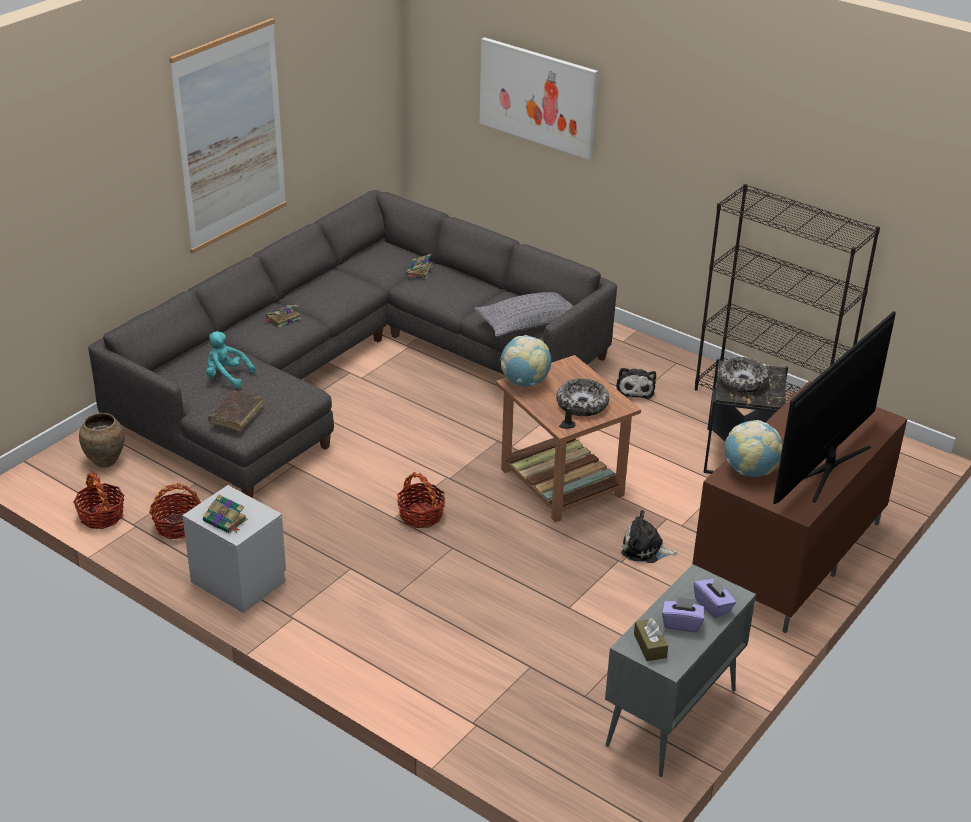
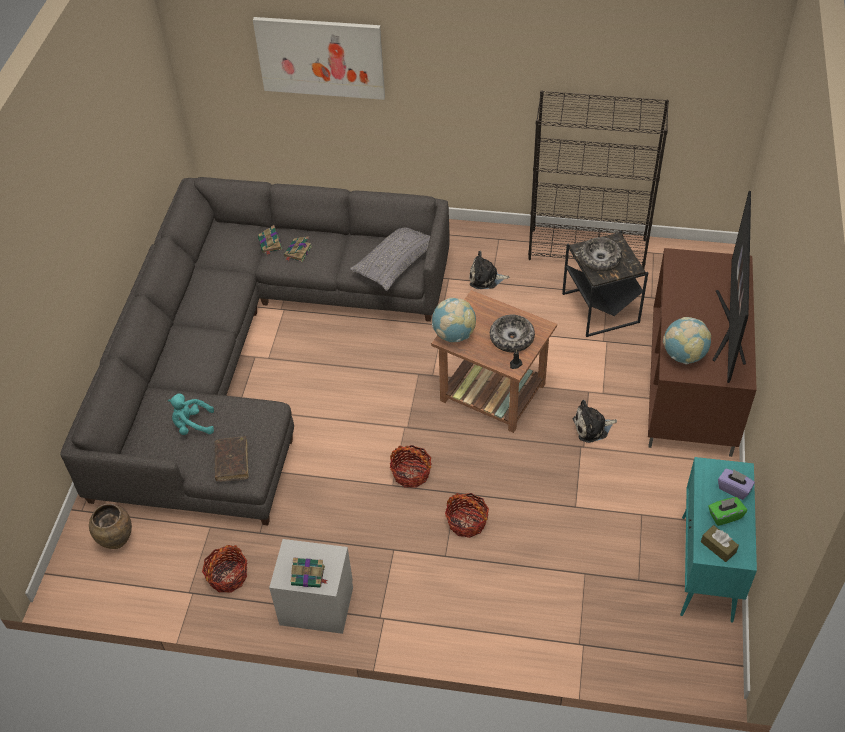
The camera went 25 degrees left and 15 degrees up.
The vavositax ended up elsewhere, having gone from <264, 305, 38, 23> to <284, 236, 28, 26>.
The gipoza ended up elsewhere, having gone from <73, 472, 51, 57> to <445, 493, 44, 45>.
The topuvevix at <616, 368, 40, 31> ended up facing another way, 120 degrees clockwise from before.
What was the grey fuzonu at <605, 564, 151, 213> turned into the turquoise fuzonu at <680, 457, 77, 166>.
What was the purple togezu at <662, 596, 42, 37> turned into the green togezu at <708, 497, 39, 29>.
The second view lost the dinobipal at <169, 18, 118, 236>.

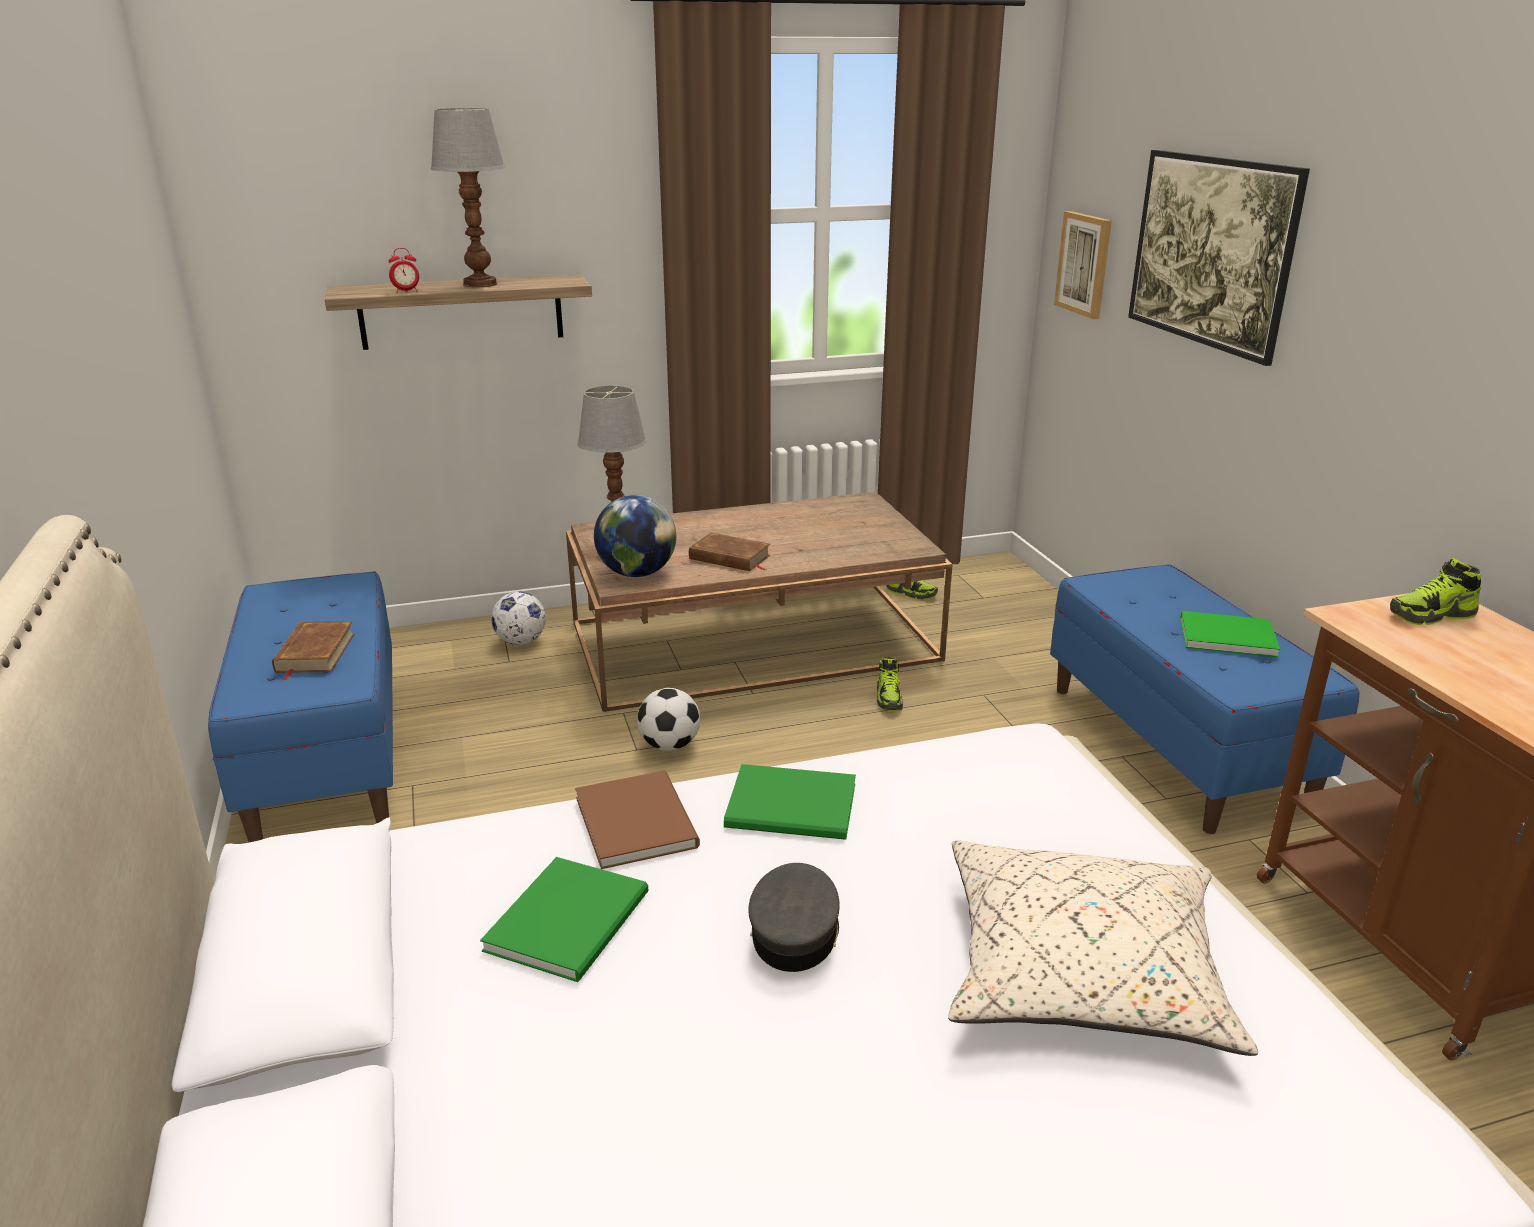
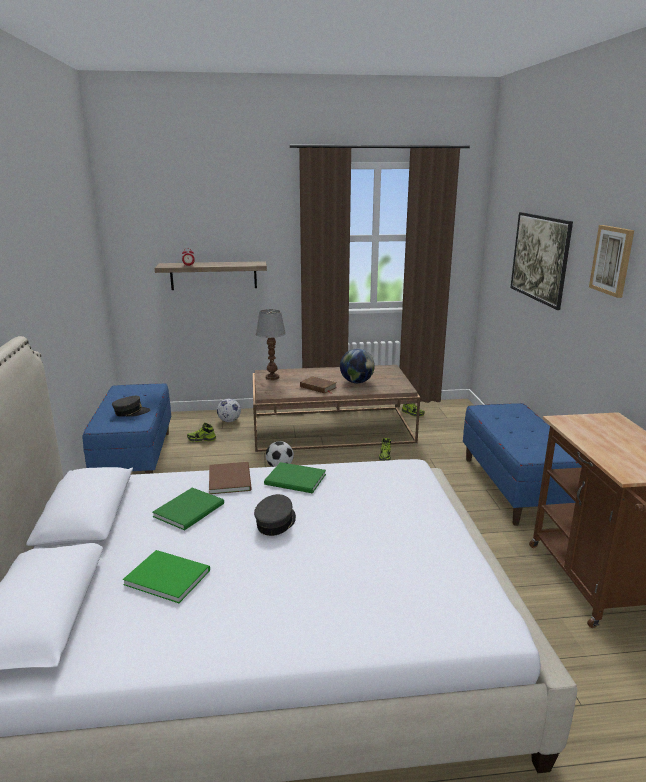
The camera went 10 degrees right and 5 degrees down.
Where the brown vavositax stood at <272, 621, 82, 60>, the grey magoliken came to stand at <112, 396, 38, 21>.
The green vavositax ended up elsewhere, having gone from <1180, 611, 100, 46> to <123, 550, 87, 53>.
The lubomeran ended up elsewhere, having gone from <1390, 557, 91, 68> to <187, 423, 29, 19>.
The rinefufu ended up elsewhere, having gone from <594, 495, 82, 82> to <340, 349, 35, 34>.
The dinobipal ended up elsewhere, having gone from <1054, 211, 58, 108> to <589, 225, 45, 73>.
The second view lost the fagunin at <431, 108, 74, 180>.
The second view lost the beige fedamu at <948, 841, 310, 215>.

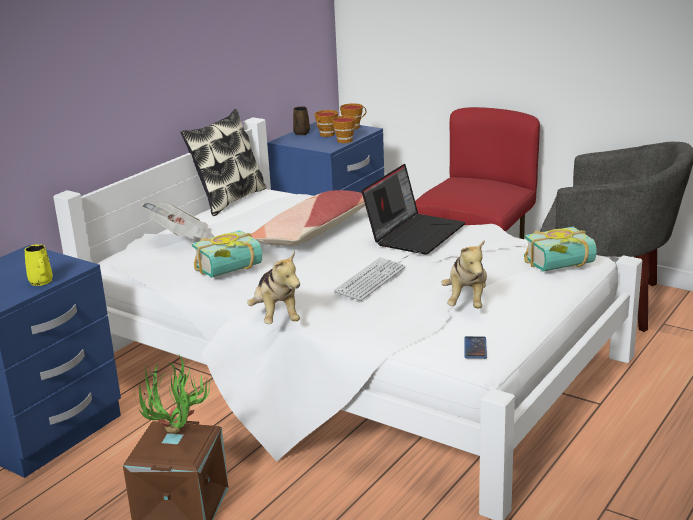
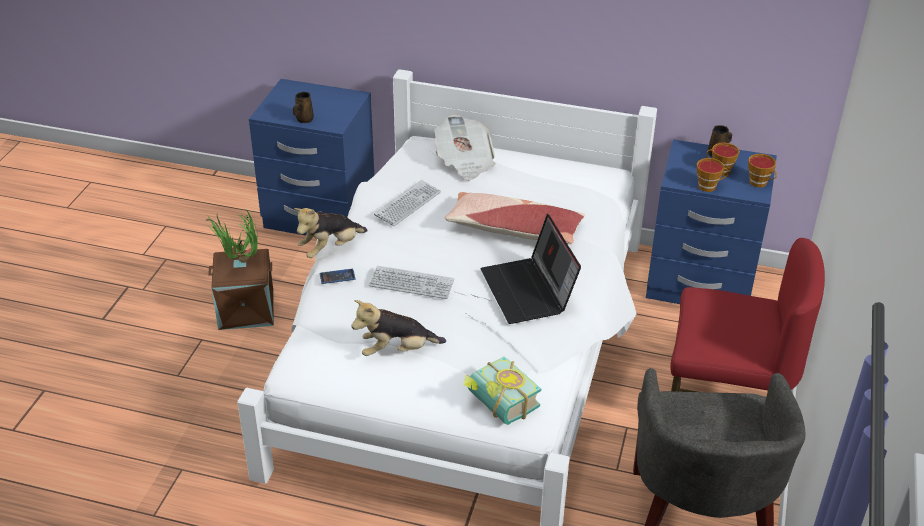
The camera went 70 degrees right and 15 degrees up.
What was the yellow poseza at <24, 245, 29, 41> turned into the brown poseza at <293, 92, 21, 31>.
The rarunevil ended up elsewhere, having gone from <464, 336, 23, 23> to <320, 269, 36, 15>.
Where the vavositax stood at <192, 230, 70, 48>, the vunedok came to stand at <374, 180, 67, 46>.
The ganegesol at <362, 164, 104, 90> ended up facing another way, 60 degrees clockwise from before.
The second view lost the fedamu at <180, 109, 87, 107>.

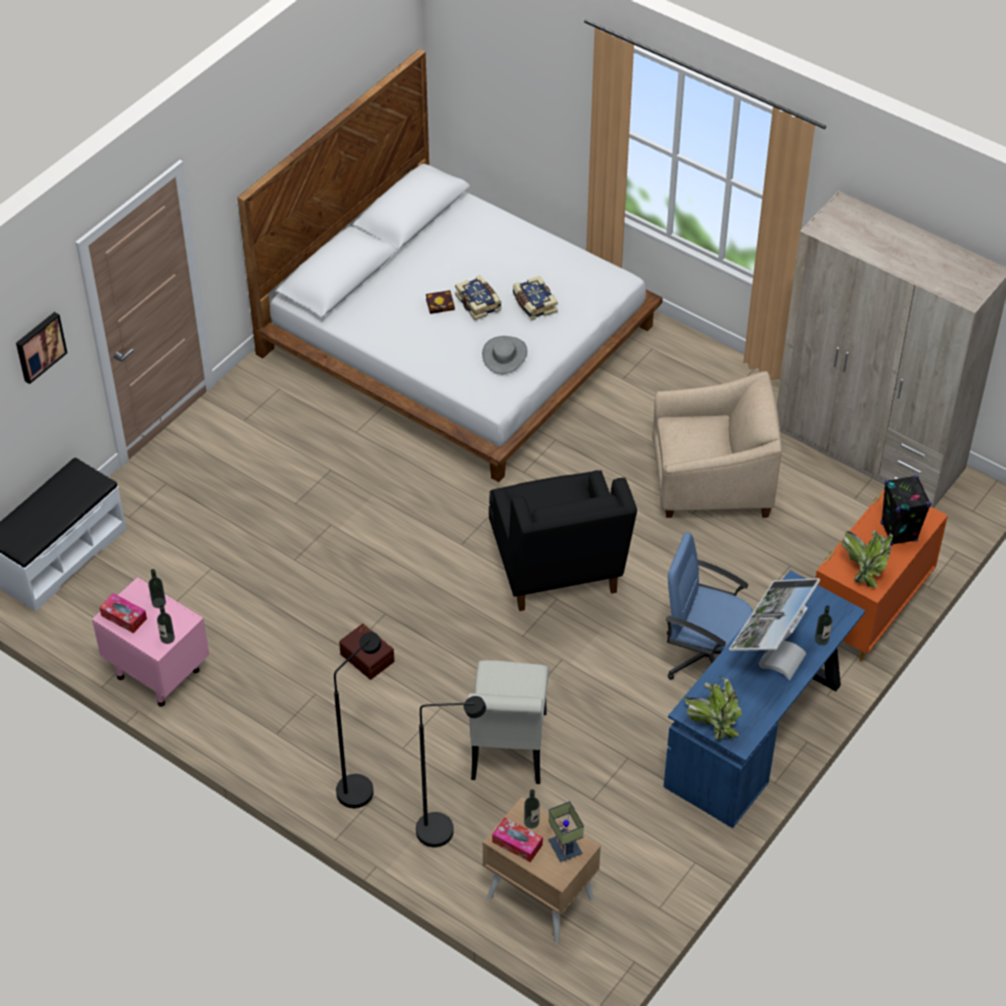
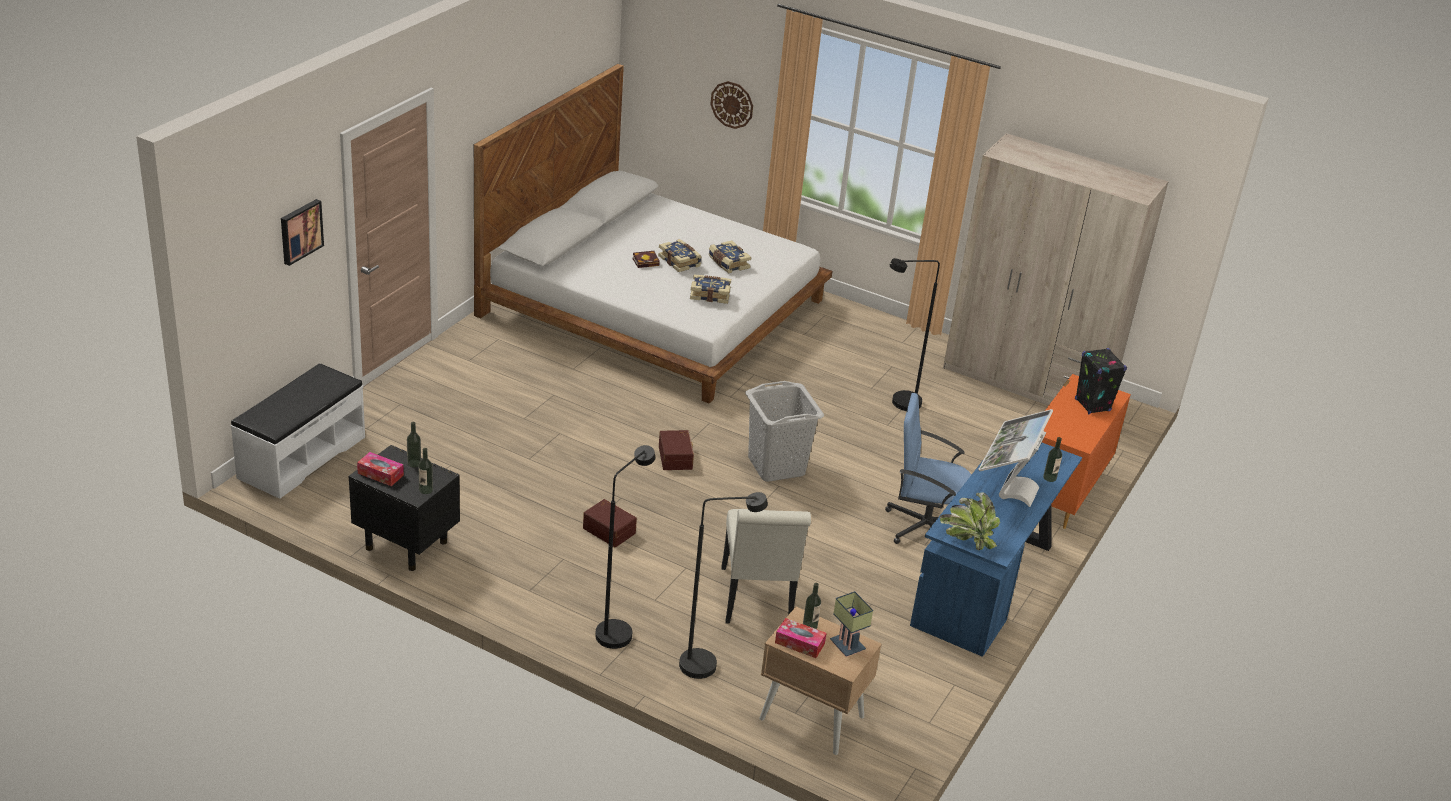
The camera went 10 degrees left and 15 degrees down.
What was the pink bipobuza at <92, 577, 117, 130> turned into the black bipobuza at <348, 445, 112, 126>.
The second view gained the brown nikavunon at <659, 430, 35, 40>.
Where the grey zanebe stood at <482, 336, 45, 38>, the vavositax came to stand at <690, 275, 41, 29>.
The second view gained the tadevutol at <710, 81, 43, 48>.
Where the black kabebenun stood at <489, 470, 148, 141>, the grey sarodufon came to stand at <745, 381, 79, 101>.
Where the beige kabebenun stood at <652, 371, 130, 147>, the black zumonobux came to stand at <890, 258, 50, 153>.
The second view lost the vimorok at <841, 530, 52, 58>.

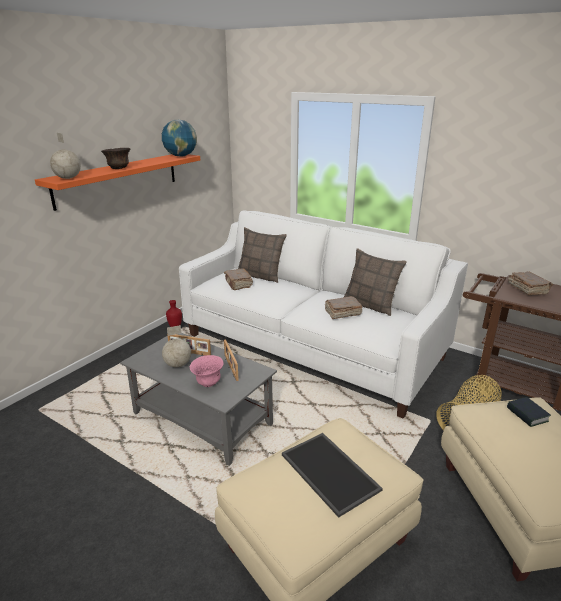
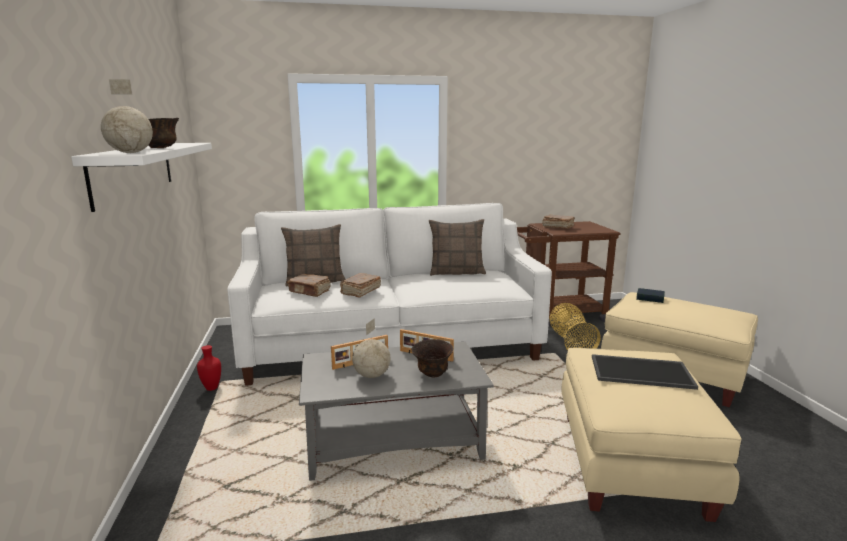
The camera went 45 degrees left and 10 degrees down.
What was the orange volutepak at <35, 154, 165, 57> turned into the white volutepak at <71, 143, 141, 69>.
The brown vavositax ended up elsewhere, having gone from <325, 296, 37, 23> to <340, 273, 41, 25>.
What was the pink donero at <190, 355, 33, 32> turned into the brown donero at <411, 339, 42, 39>.
The second view lost the rinefufu at <162, 120, 35, 36>.

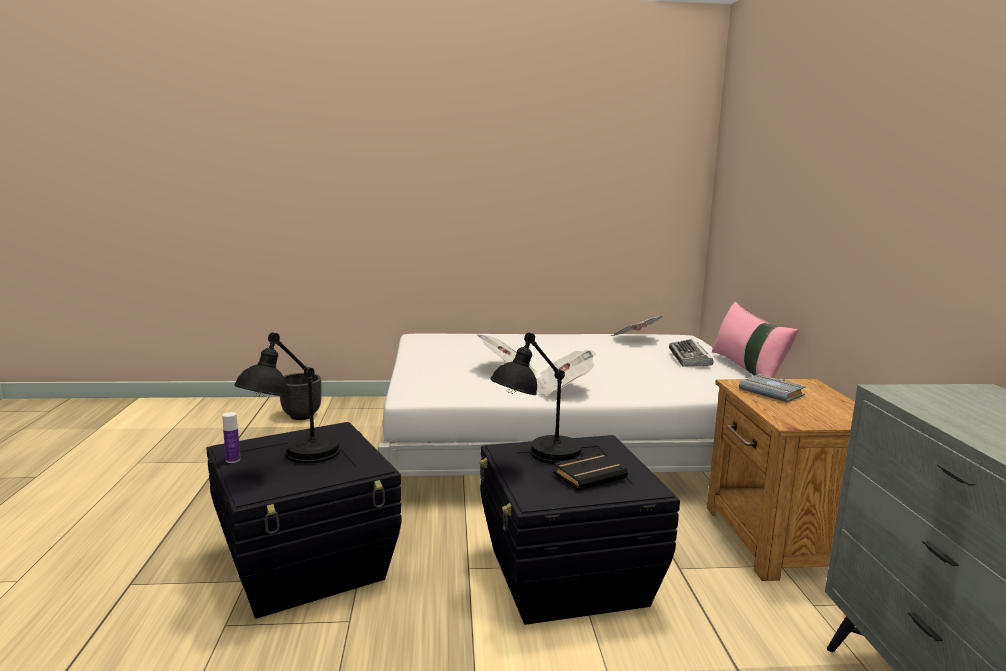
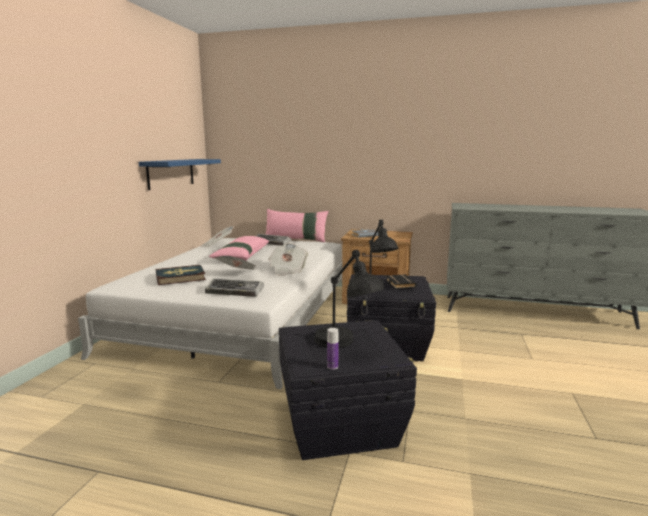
The camera went 70 degrees left and 0 degrees up.
The second view gained the blue volutepak at <139, 159, 82, 31>.
The second view gained the vavositax at <156, 265, 50, 20>.
The second view gained the vunedok at <205, 278, 59, 19>.
The second view gained the pink fedamu at <209, 236, 60, 25>.
The second view lost the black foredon at <280, 373, 42, 47>.

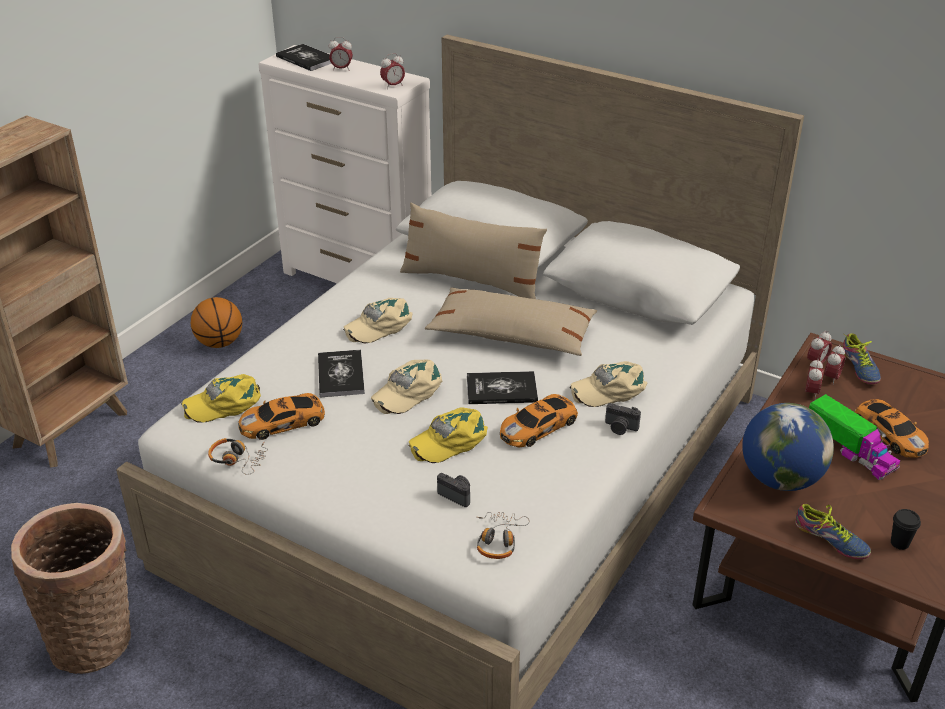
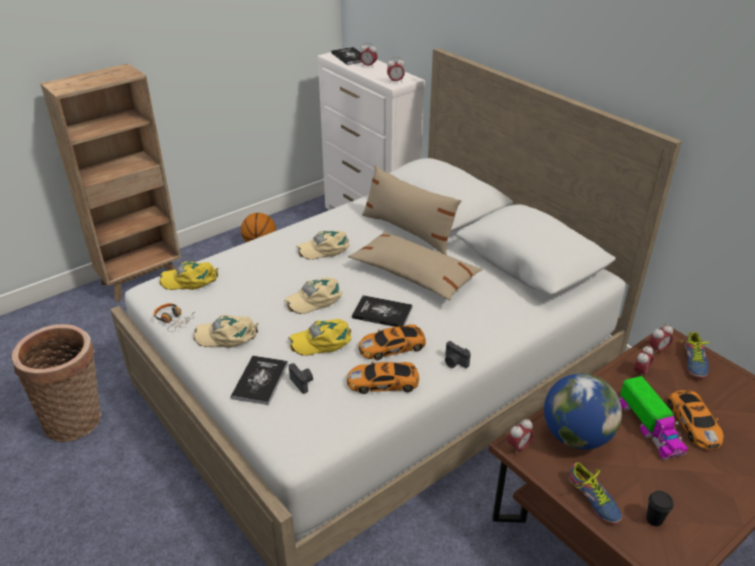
The camera went 20 degrees right and 0 degrees up.
The beige magoliken ended up elsewhere, having gone from <570, 361, 77, 46> to <194, 315, 64, 33>.
The vavositax ended up elsewhere, having gone from <318, 350, 47, 48> to <231, 356, 57, 49>.
The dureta ended up elsewhere, having gone from <238, 393, 87, 47> to <347, 361, 72, 33>.
The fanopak ended up elsewhere, having gone from <824, 345, 21, 40> to <508, 419, 25, 35>.
The second view lost the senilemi at <476, 512, 54, 47>.

